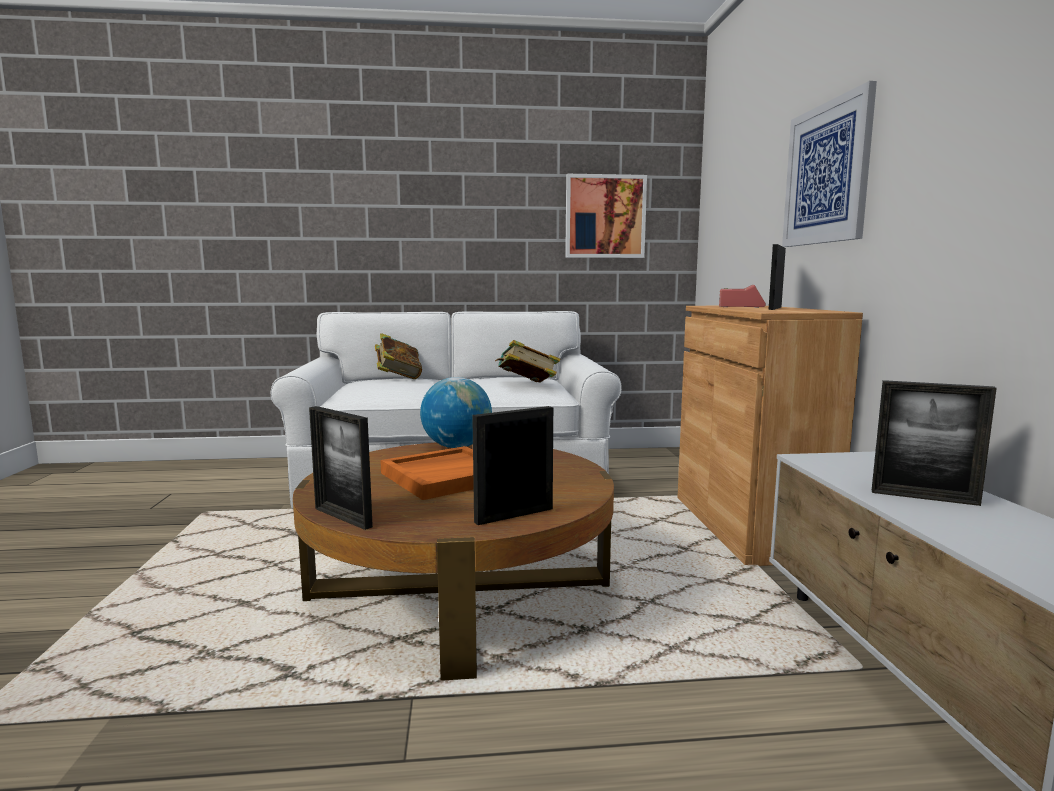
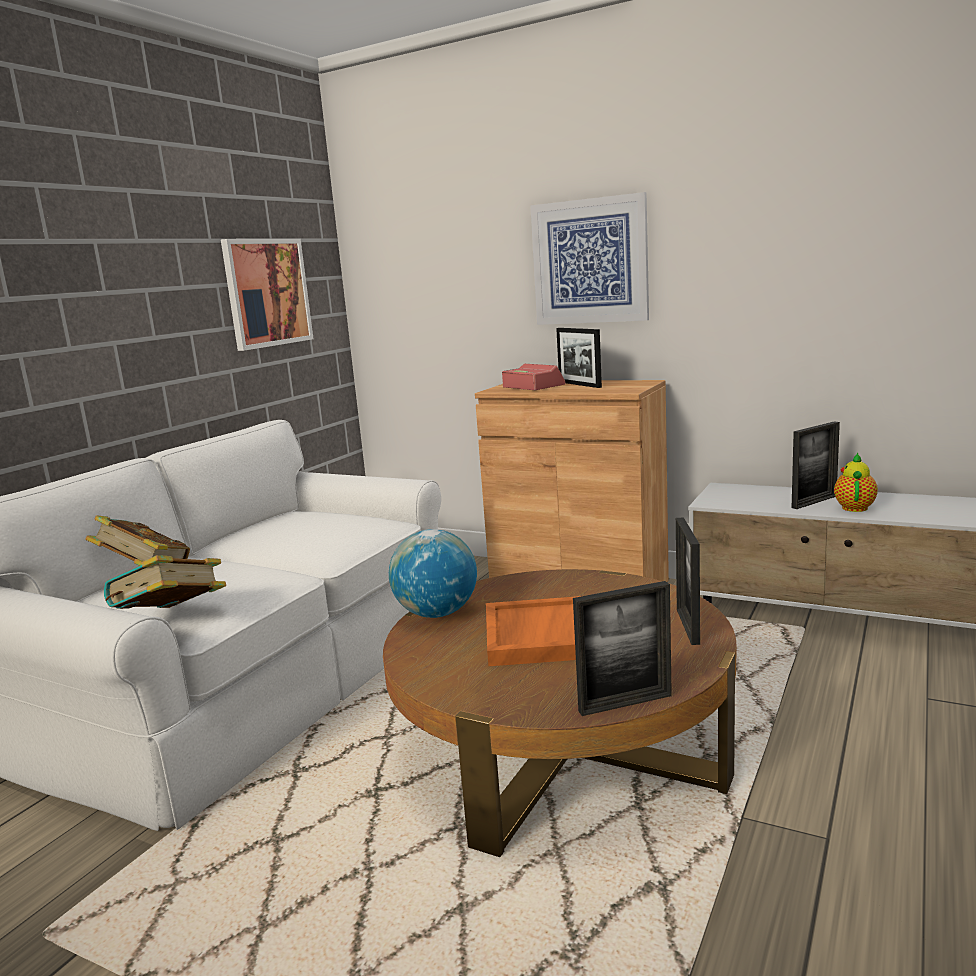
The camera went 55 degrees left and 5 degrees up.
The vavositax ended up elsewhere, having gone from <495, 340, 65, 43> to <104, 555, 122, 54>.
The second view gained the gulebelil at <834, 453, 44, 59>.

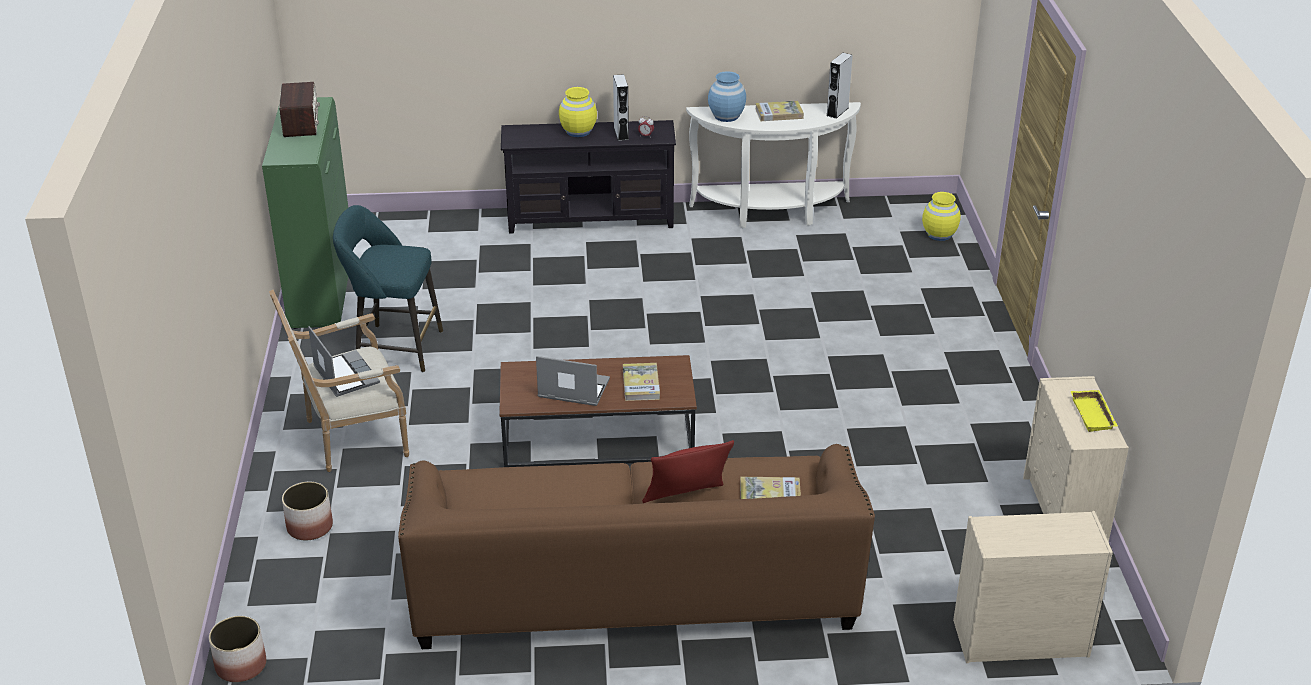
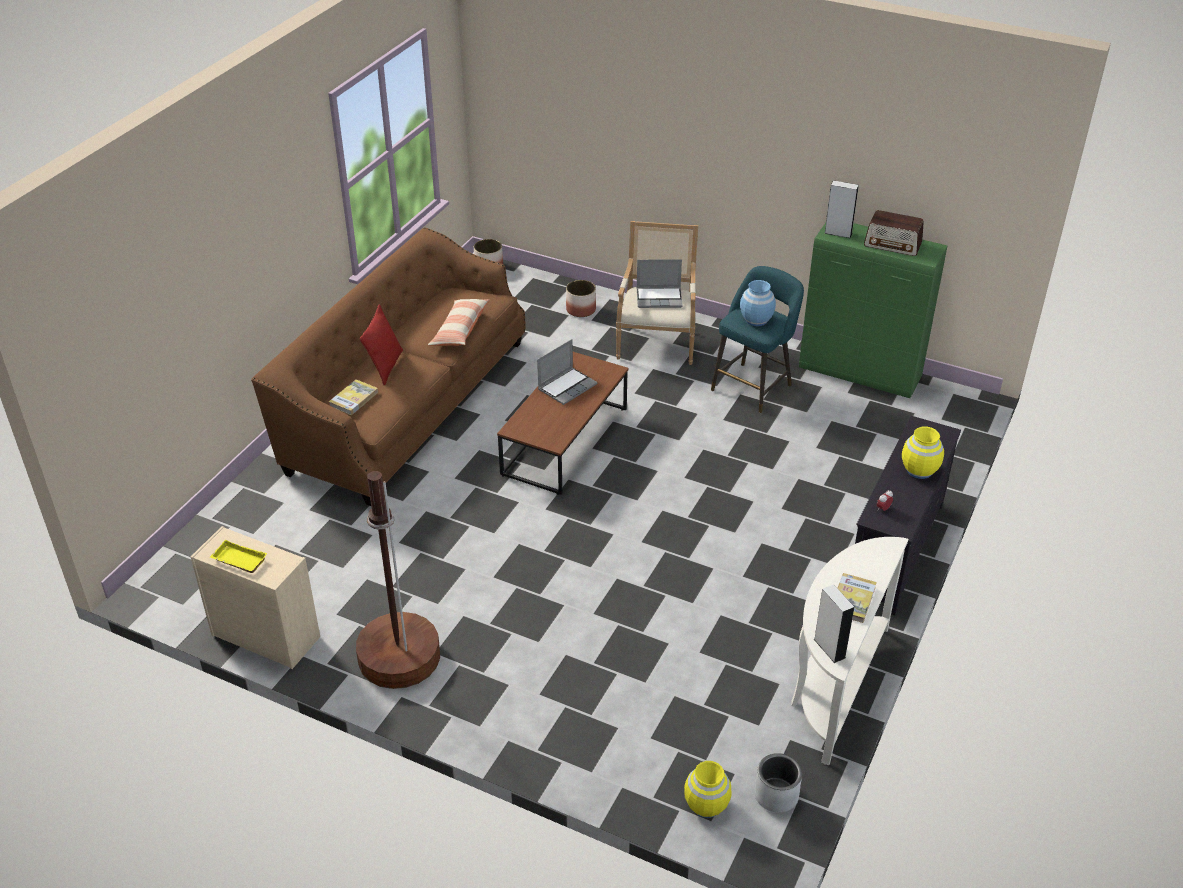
The camera went 120 degrees right and 5 degrees up.
The second view gained the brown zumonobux at <356, 471, 84, 218>.
The second view gained the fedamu at <428, 299, 62, 47>.
The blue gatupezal ended up elsewhere, having gone from <708, 71, 38, 51> to <740, 280, 36, 46>.
The second view gained the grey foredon at <754, 753, 48, 59>.
The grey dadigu ended up elsewhere, having gone from <613, 74, 16, 67> to <824, 180, 35, 58>.
The second view lost the vavositax at <623, 363, 37, 38>.
The second view lost the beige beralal at <953, 511, 160, 152>.

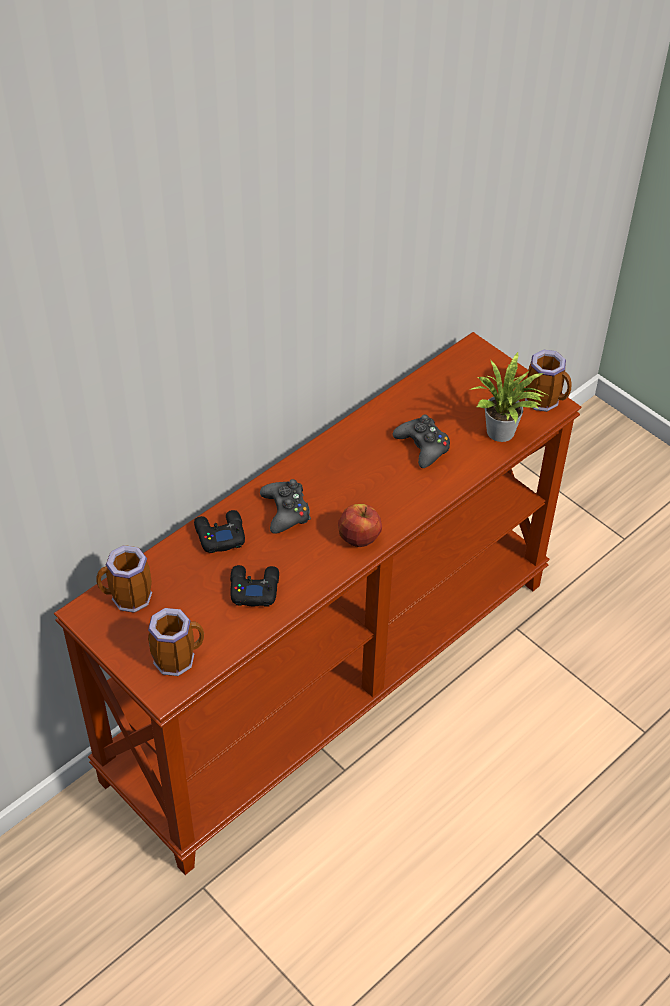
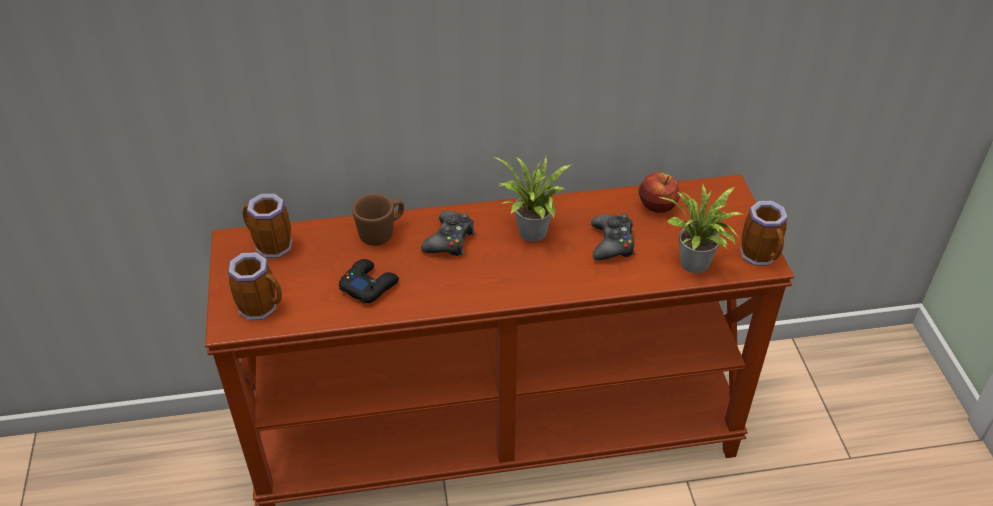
The camera went 35 degrees right and 5 degrees down.
Where the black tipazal stood at <194, 510, 51, 43>, the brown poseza came to stand at <352, 194, 52, 52>.
The second view gained the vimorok at <494, 157, 77, 84>.
The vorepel ended up elsewhere, having gone from <338, 504, 44, 43> to <639, 172, 41, 41>.

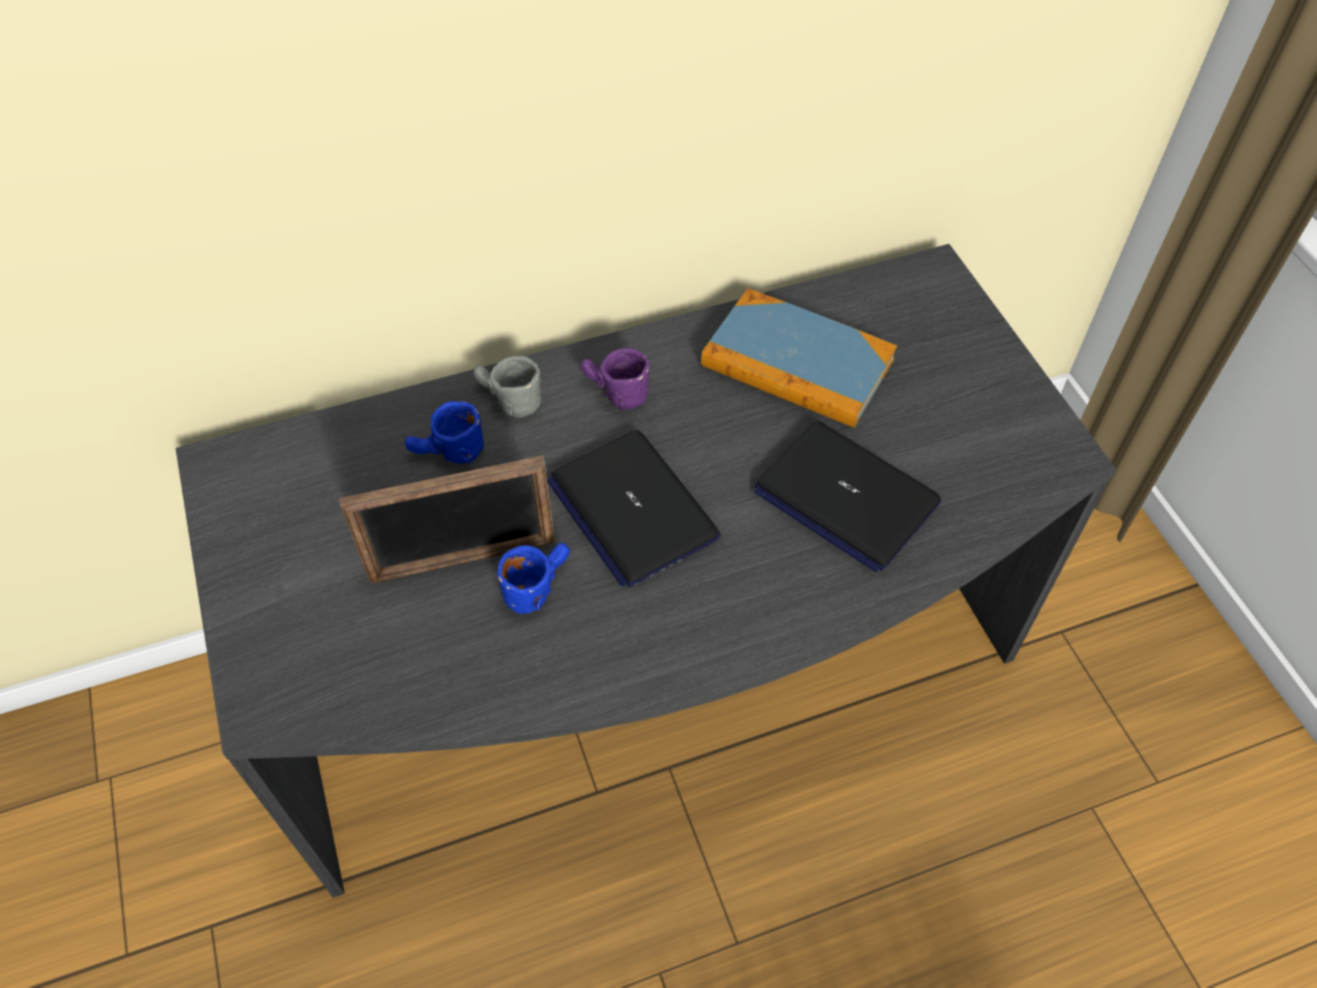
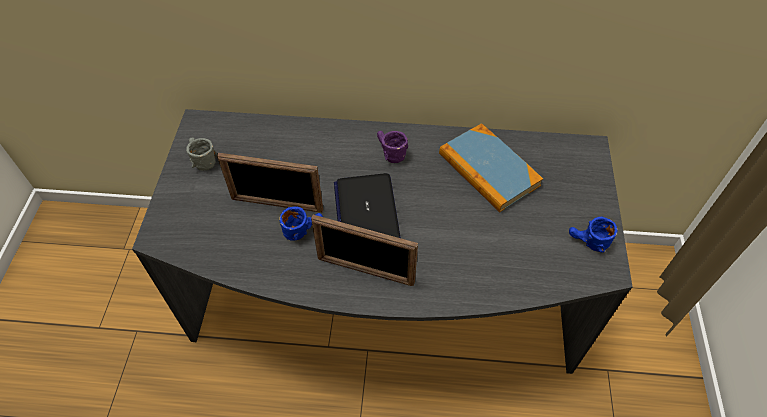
The camera went 25 degrees right and 0 degrees up.
The grey poseza ended up elsewhere, having gone from <473, 355, 68, 63> to <186, 137, 31, 34>.
The second view gained the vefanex at <311, 215, 107, 71>.
The blue poseza ended up elsewhere, having gone from <405, 401, 79, 63> to <569, 217, 49, 36>.
The second view lost the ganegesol at <754, 421, 187, 151>.

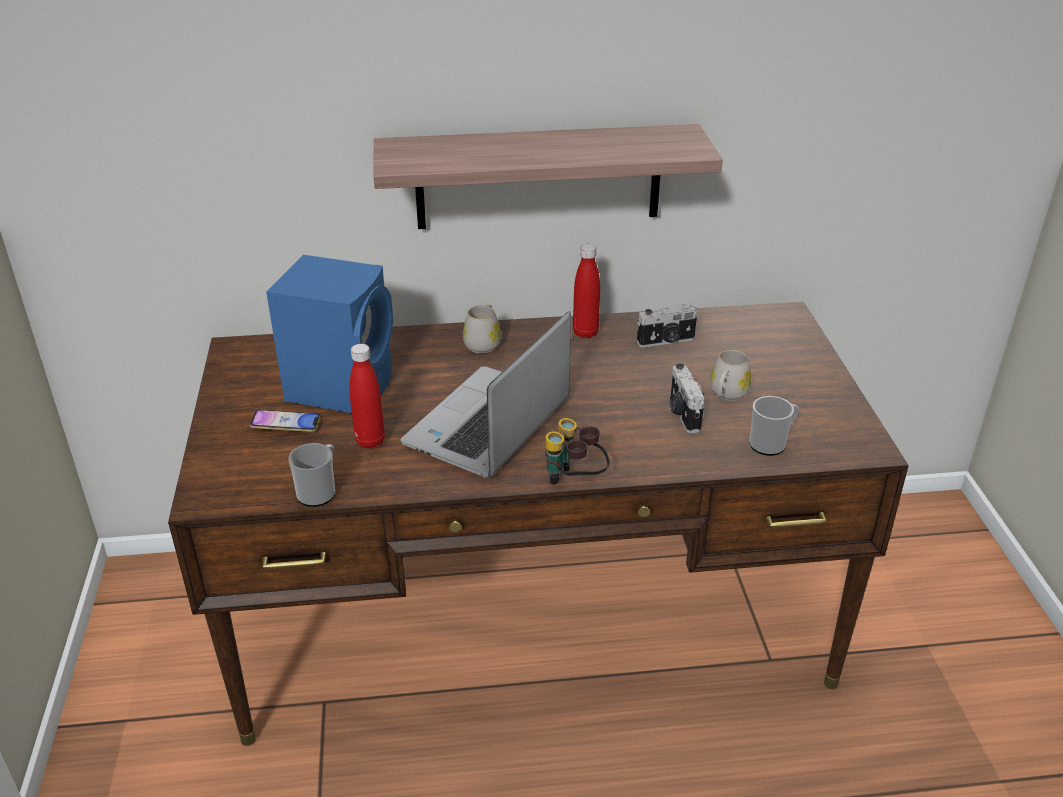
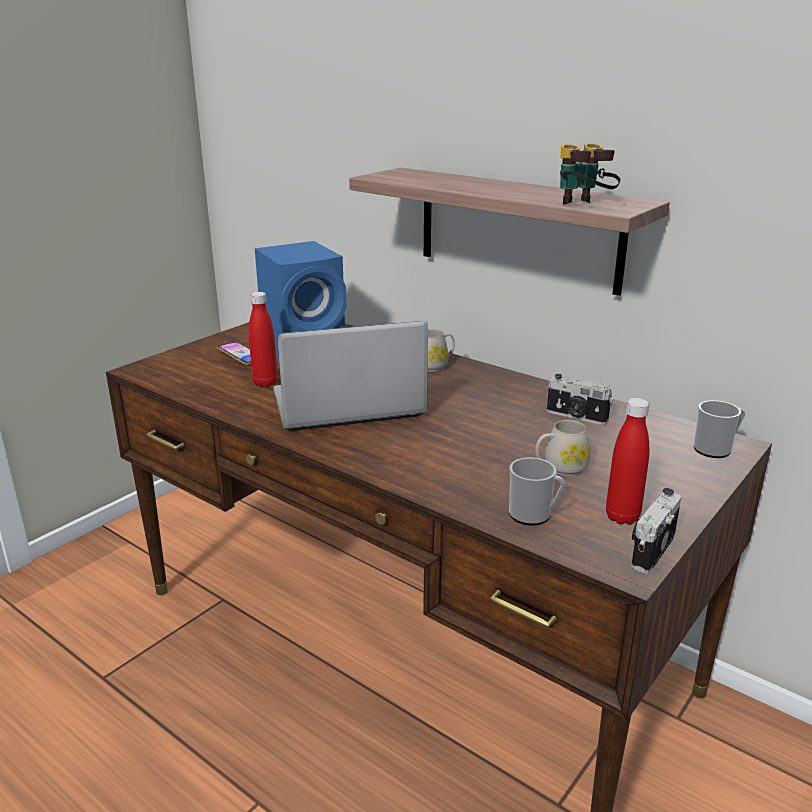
The camera went 45 degrees right and 10 degrees down.
The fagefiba ended up elsewhere, having gone from <545, 418, 65, 67> to <560, 143, 61, 62>.
The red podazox ended up elsewhere, having gone from <573, 244, 27, 94> to <606, 398, 43, 127>.
The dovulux ended up elsewhere, having gone from <670, 363, 35, 70> to <631, 488, 51, 86>.
The poseza ended up elsewhere, having gone from <288, 443, 47, 64> to <694, 400, 51, 58>.

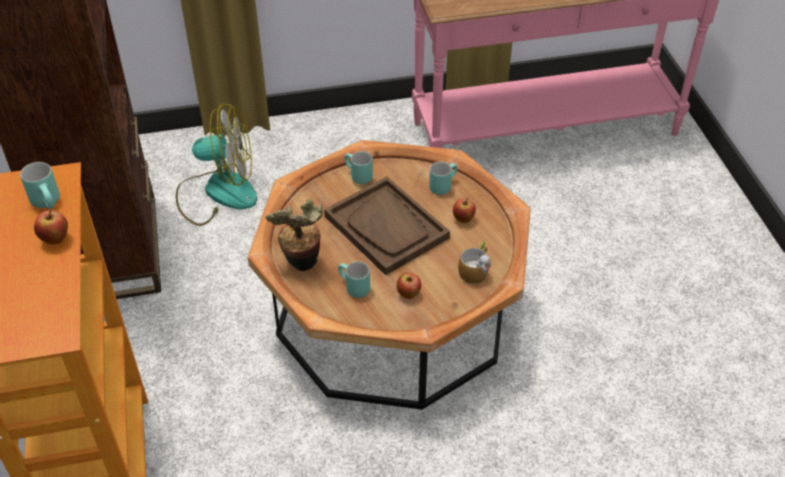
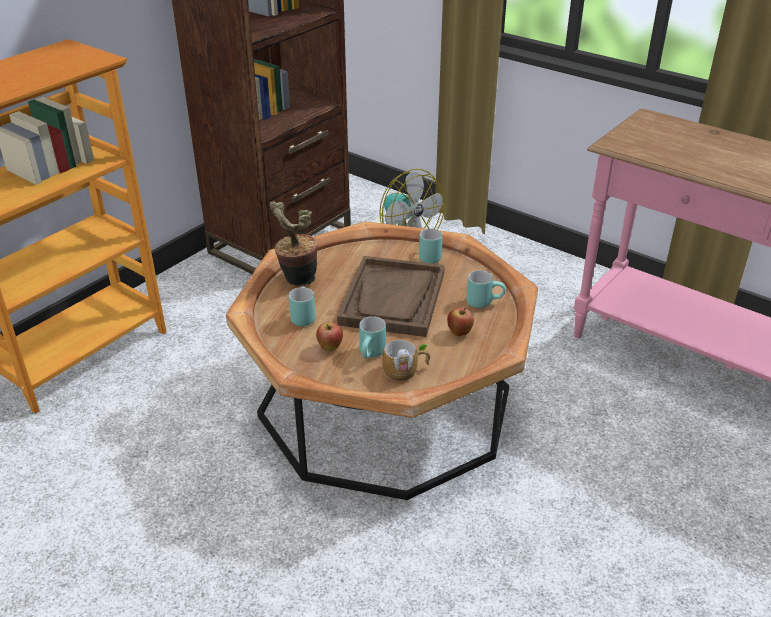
The camera went 50 degrees right and 10 degrees down.
The turquoise poseza ended up elsewhere, having gone from <20, 162, 40, 47> to <359, 316, 27, 42>.
The second view lost the vorepel at <34, 210, 34, 35>.

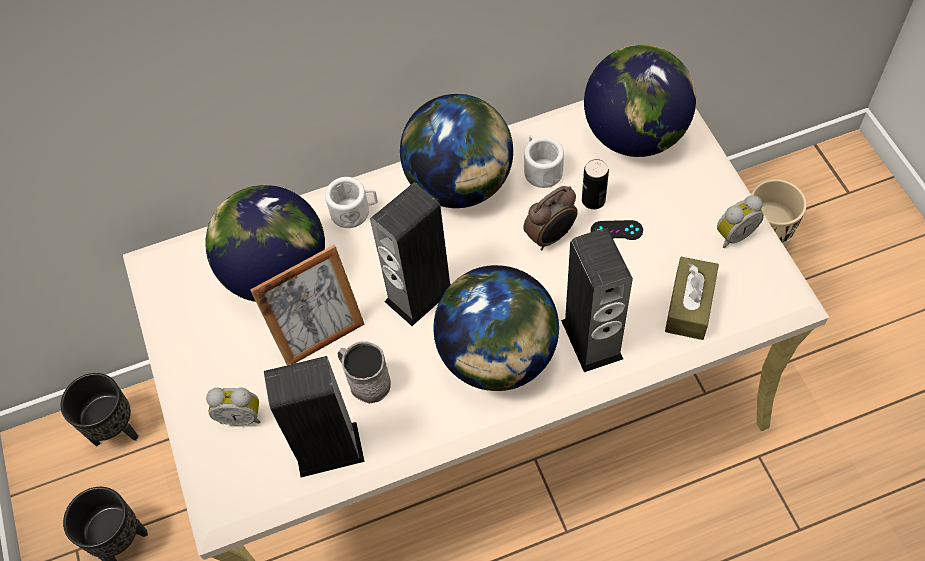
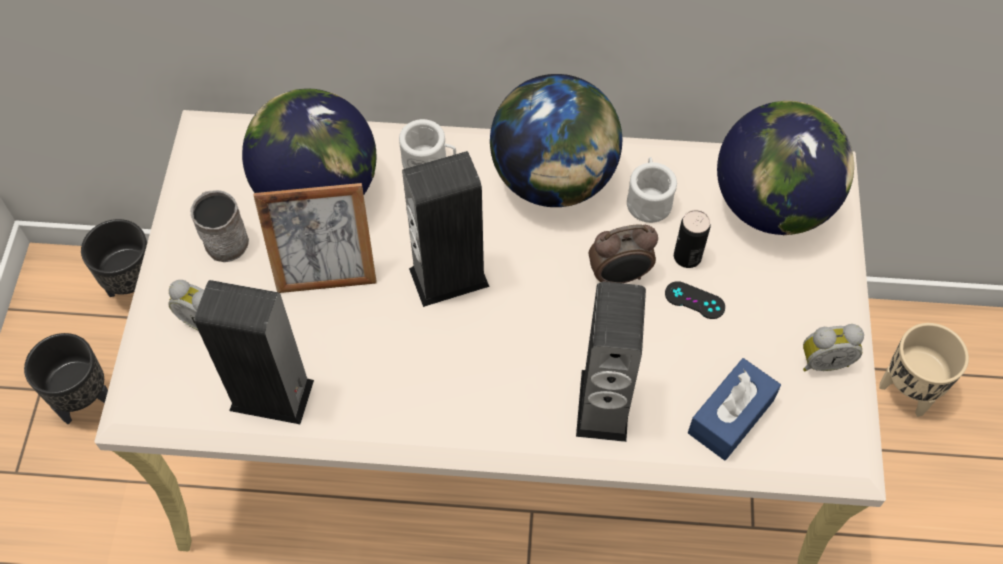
The camera went 20 degrees right and 0 degrees up.
The grey poseza ended up elsewhere, having gone from <338, 341, 53, 63> to <190, 190, 59, 72>.
What was the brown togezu at <665, 257, 54, 83> turned into the blue togezu at <688, 358, 93, 102>.
The second view lost the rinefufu at <433, 265, 126, 126>.

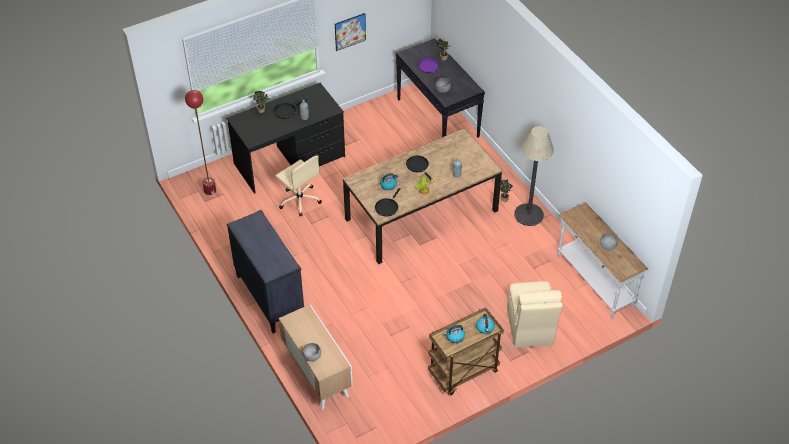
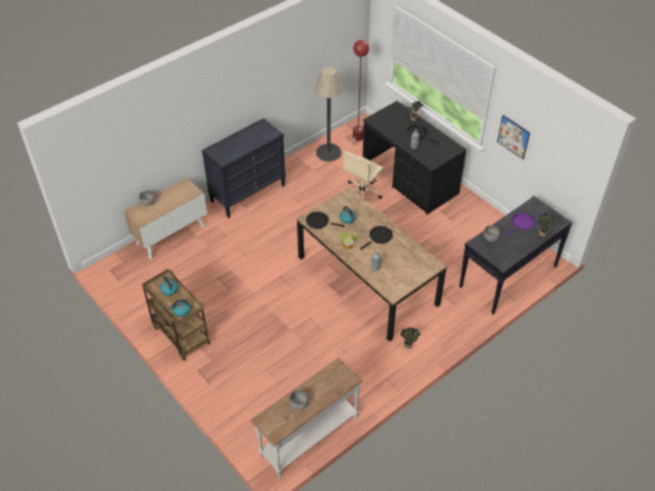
The camera went 80 degrees right and 0 degrees up.
The zumonobux ended up elsewhere, having gone from <514, 126, 40, 100> to <315, 67, 28, 95>.
The second view lost the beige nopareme at <507, 281, 56, 67>.

